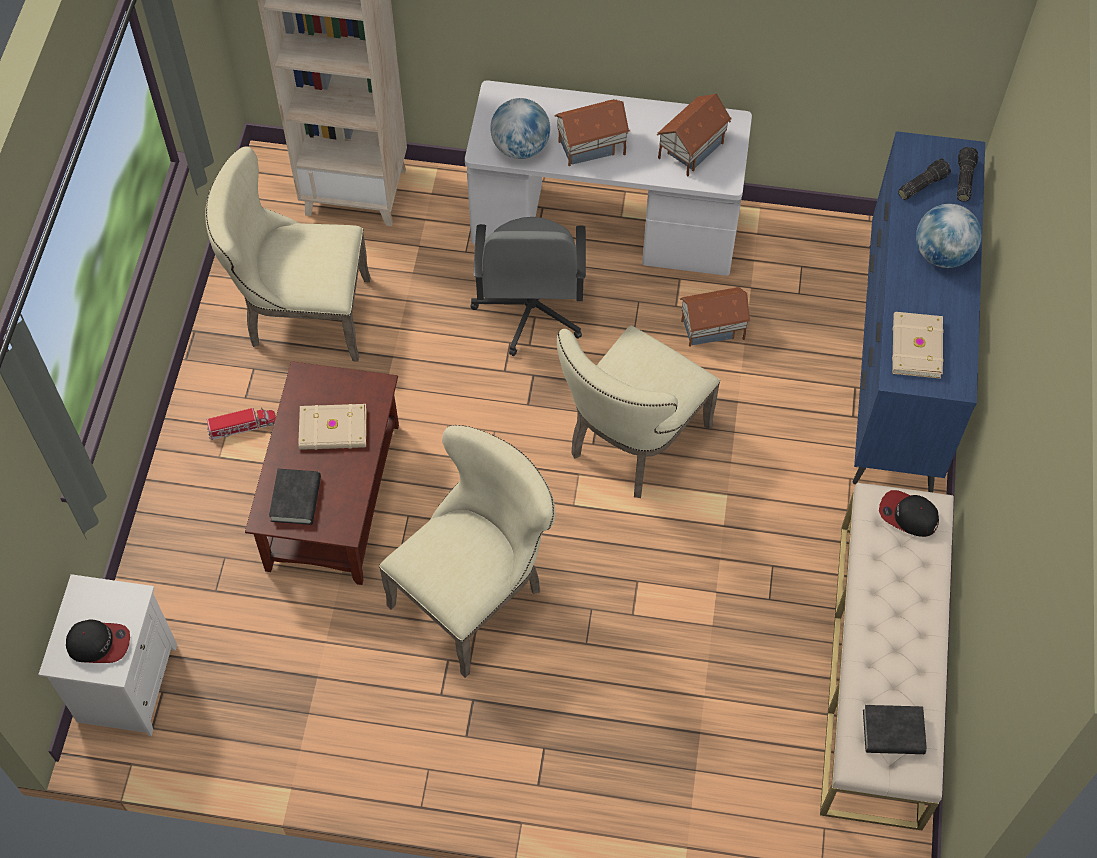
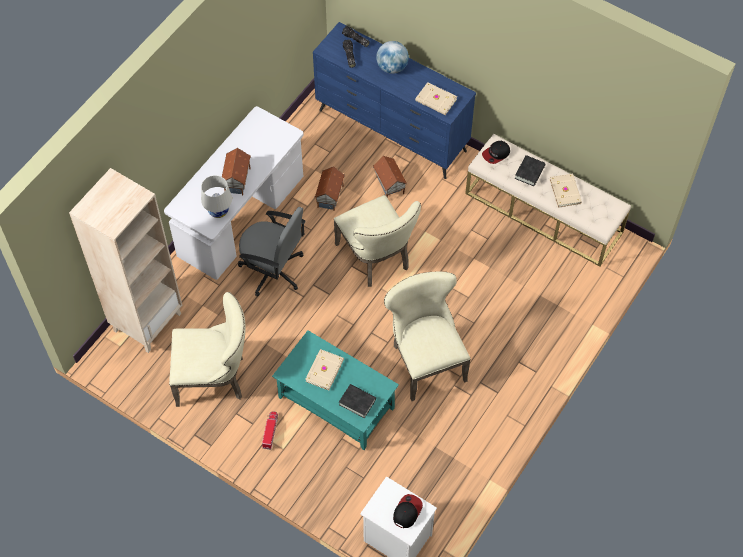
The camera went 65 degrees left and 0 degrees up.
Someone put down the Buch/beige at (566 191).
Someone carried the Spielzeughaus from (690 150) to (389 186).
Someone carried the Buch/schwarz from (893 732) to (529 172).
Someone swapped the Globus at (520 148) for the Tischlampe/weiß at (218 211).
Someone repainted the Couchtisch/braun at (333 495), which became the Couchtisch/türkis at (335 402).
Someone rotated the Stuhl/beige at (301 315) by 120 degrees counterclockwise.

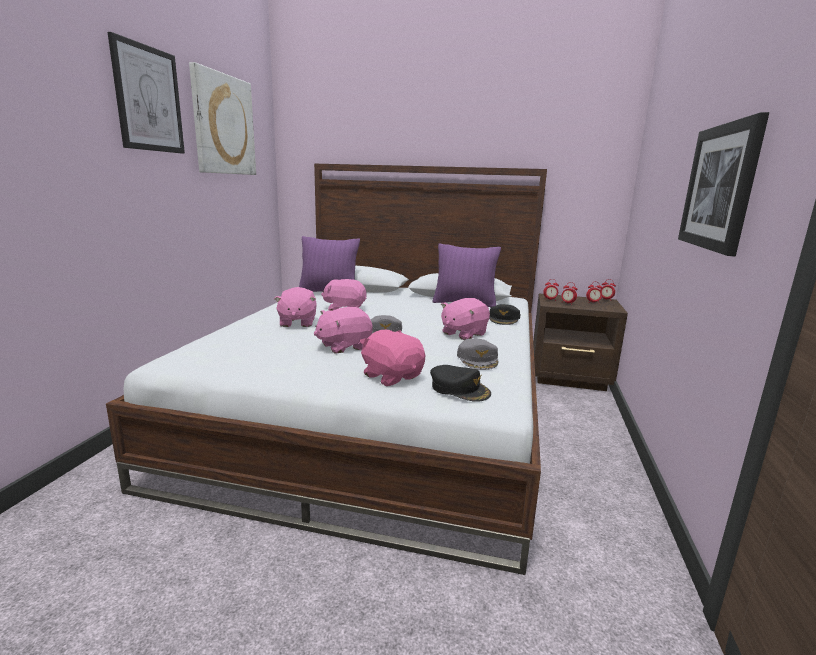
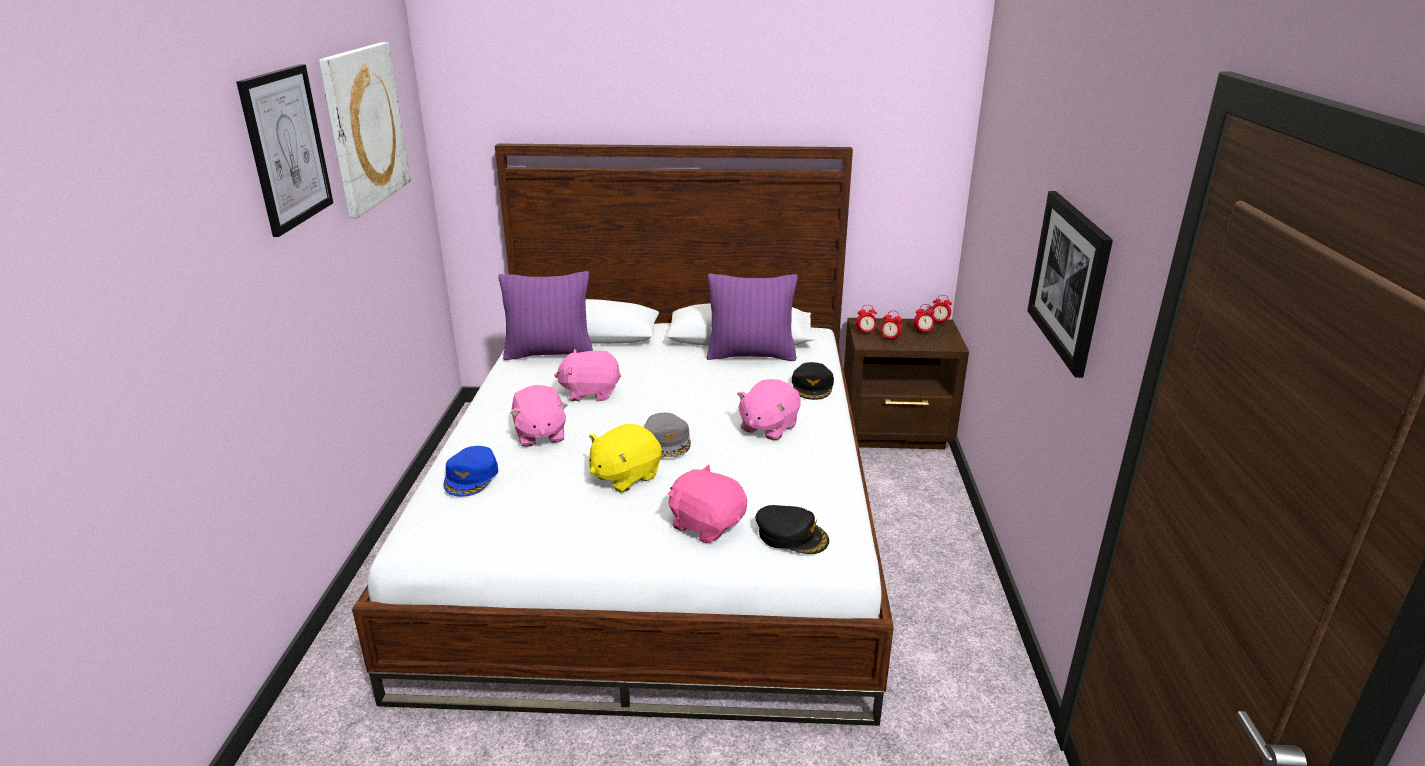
The camera went 10 degrees left and 10 degrees up.
Someone took away the Kappe/grau at (478 359).
Someone put down the Kappe/blau at (471 477).
Someone repainted the Plüschtier/rosa at (344 346), which became the Plüschtier/gelb at (625 476).

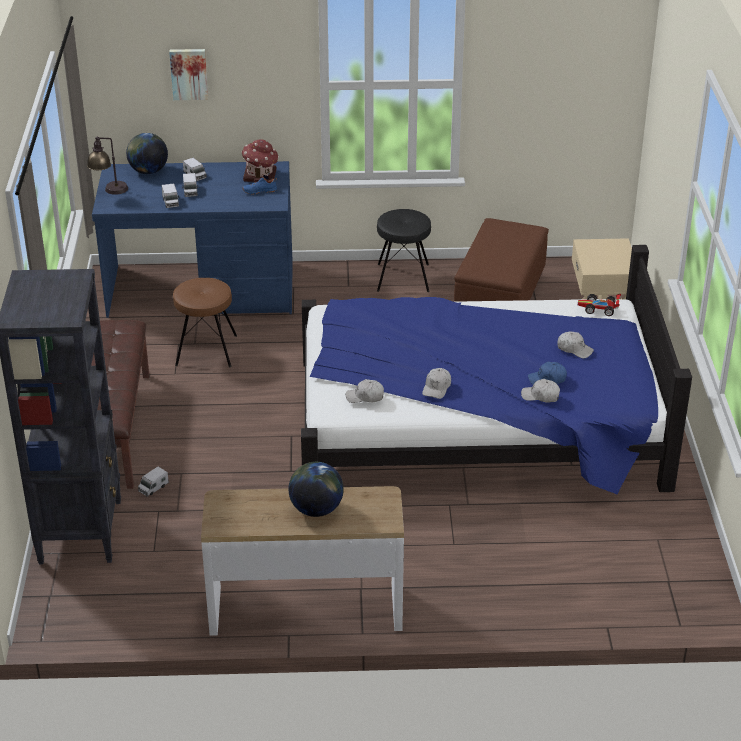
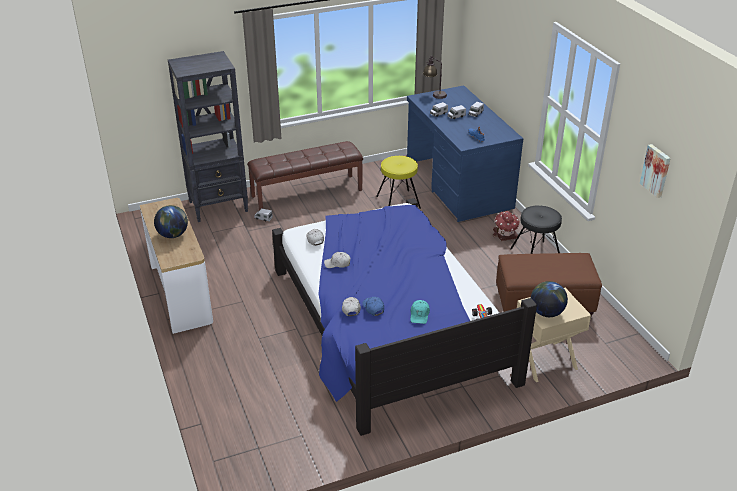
The camera went 70 degrees right and 0 degrees up.
Someone carried the Globus from (148 171) to (546 312).
Someone carried the Bild from (189 73) to (656 170).
Someone carried the Spielzeughaus from (260 176) to (505 234).
Someone repainted the Hocker/braun at (206 350), which became the Hocker/gelb at (398 202).
Someone repainted the Kappe/weiß at (574 349), which became the Kappe/türkis at (419 315).

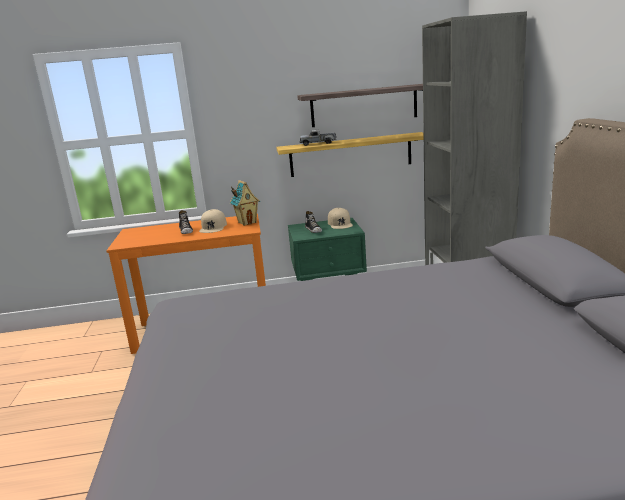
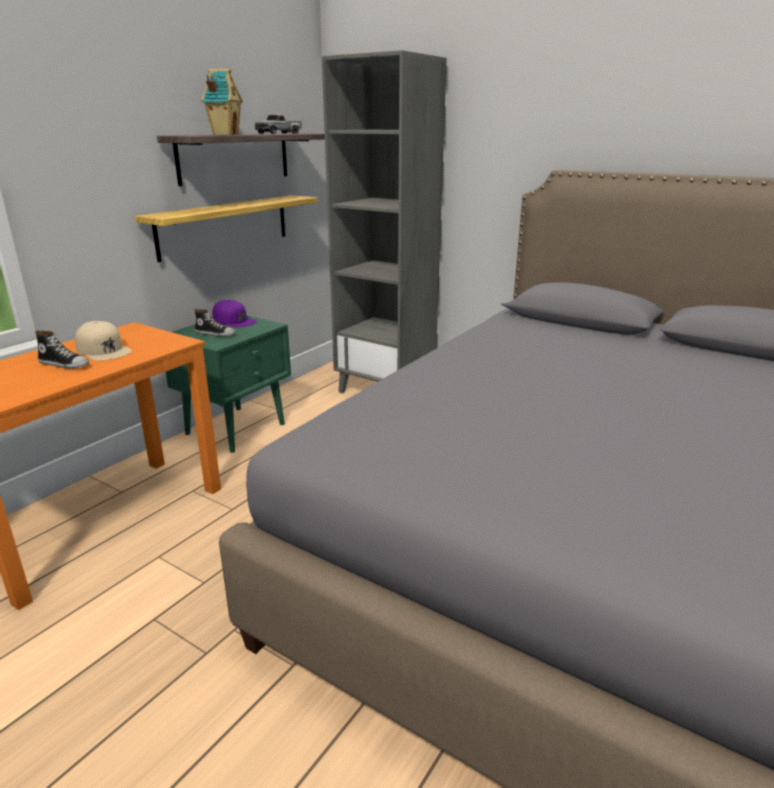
The camera went 50 degrees left and 5 degrees up.
Someone carried the Spielzeughaus from (247 222) to (225 134).
Someone carried the Spielzeuglaster from (318 143) to (279 133).
Someone repainted the Kappe/beige at (340 223), which became the Kappe/lila at (234 321).

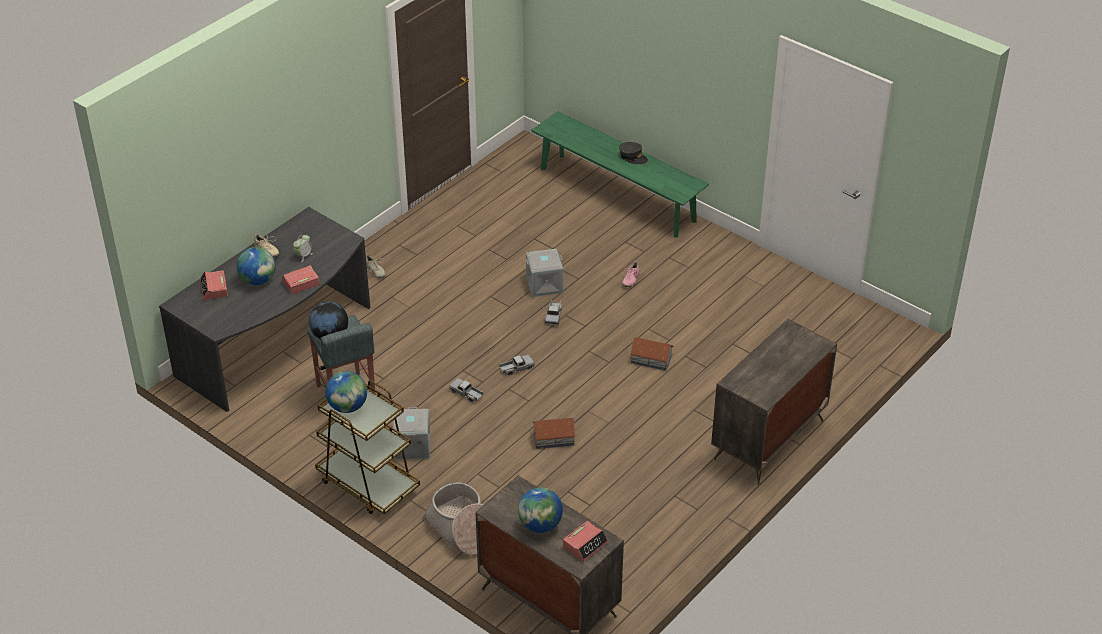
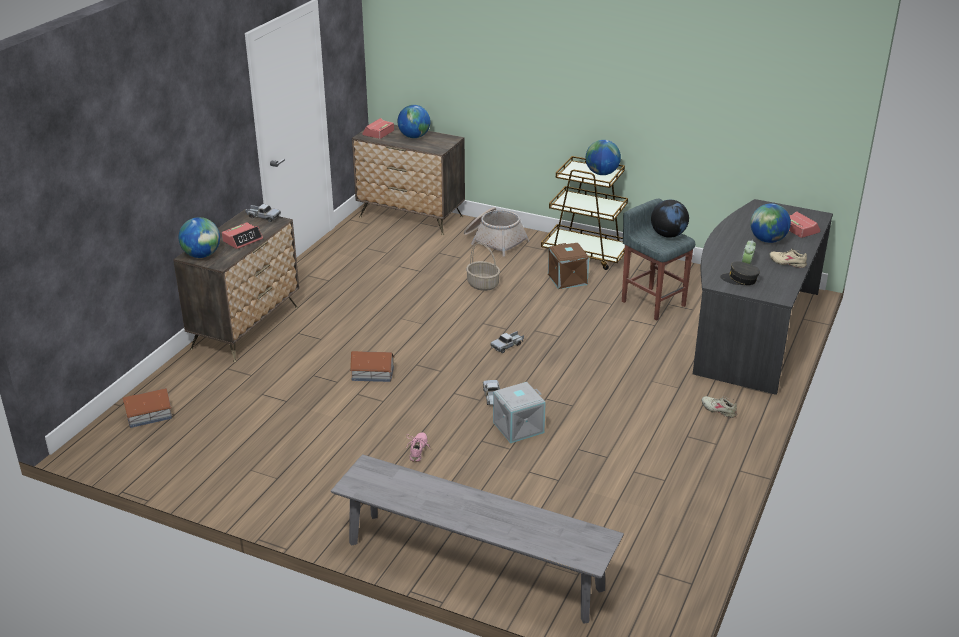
The camera went 165 degrees right and 10 degrees down.
Someone put down the Globus at (202 255).
Someone put down the Korb at (483 284).
Someone carried the Wecker from (300 283) to (243 240).
Someone carried the Spielzeuglaster from (466 393) to (263 217).
Someone carried the Spielzeughaus from (554 438) to (148 415).
Someone carried the Kappe/grau from (633 157) to (739 279).
Someone repainted the Aufbewahrungsbox/grau at (411 446), which became the Aufbewahrungsbox/braun at (568 279).
Someone repainted the Bank/grün at (617 194), which became the Bank/grau at (473 566).

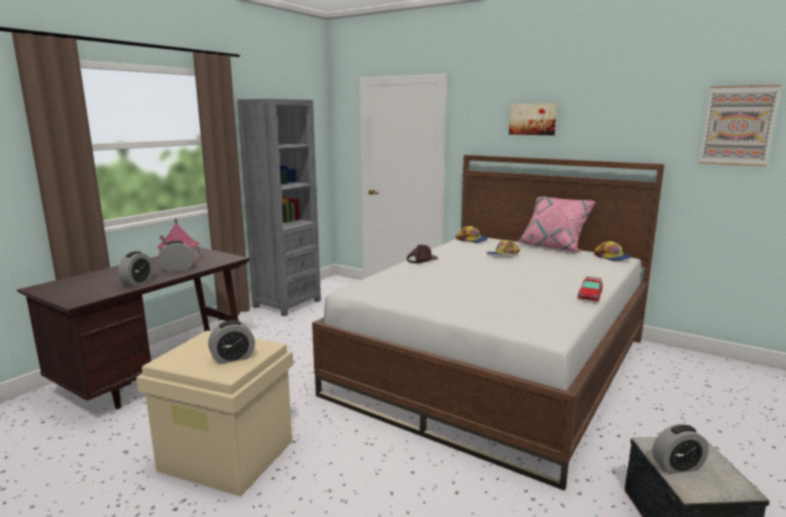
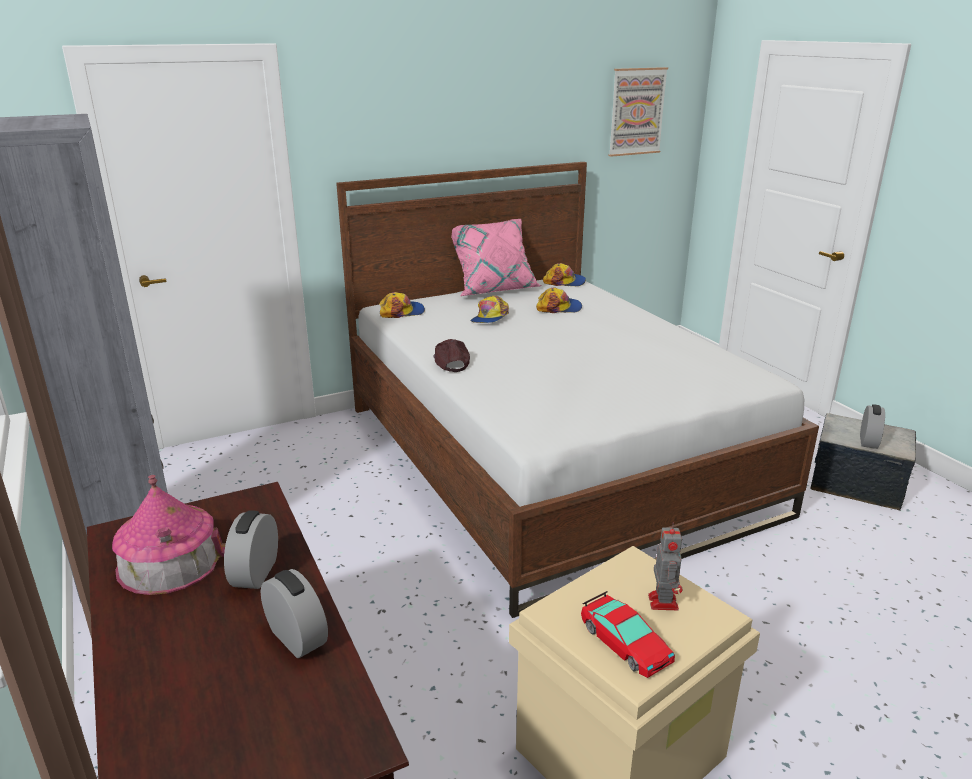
The camera went 60 degrees left and 10 degrees up.
Someone took away the Bild at (533 119).
Someone put down the Kappe at (559 308).
Someone carried the Spielzeugauto from (589 295) to (624 643).
Someone swapped the Wecker at (233 358) for the Spielzeugroboter at (662 601).

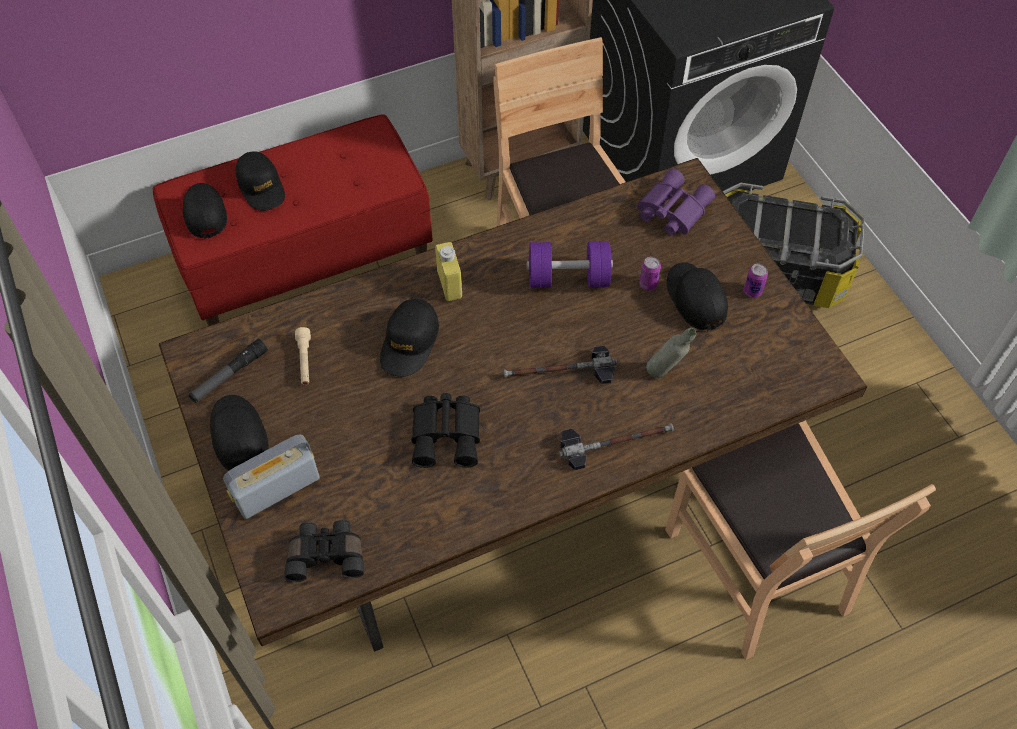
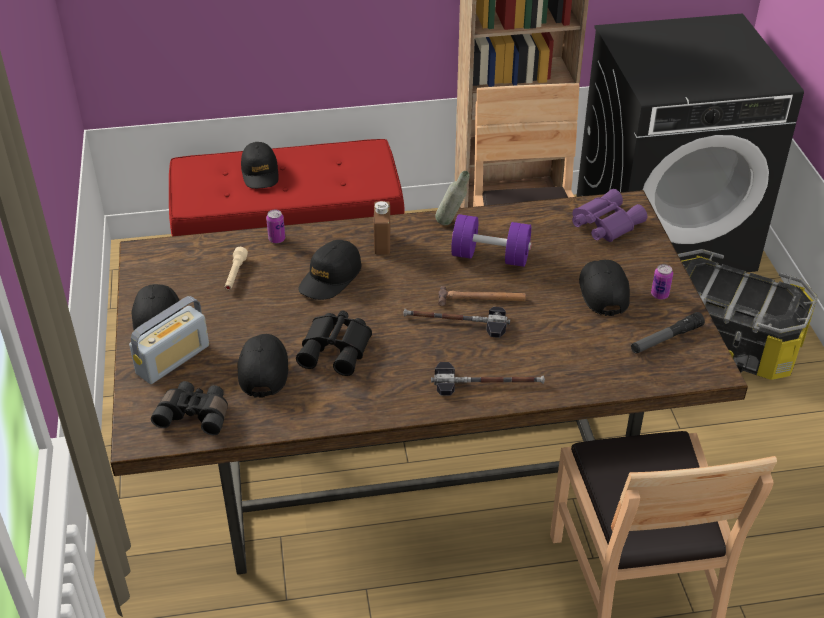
The camera went 15 degrees right and 15 degrees down.
Someone put down the Hammer at (481 299).
Someone carried the Kappe/schwarz from (204 213) to (263 368).
Someone carried the Taschenlampe from (229 375) to (666 339).
Someone carried the Dose from (648 284) to (277 239).
Someone carried the Flasche/grau from (665 373) to (451 224).
Someone repainted the Flasche/gelb at (449 284), which became the Flasche/braun at (382 243).
Someone rotated the Radio at (277 489) by 150 degrees clockwise.

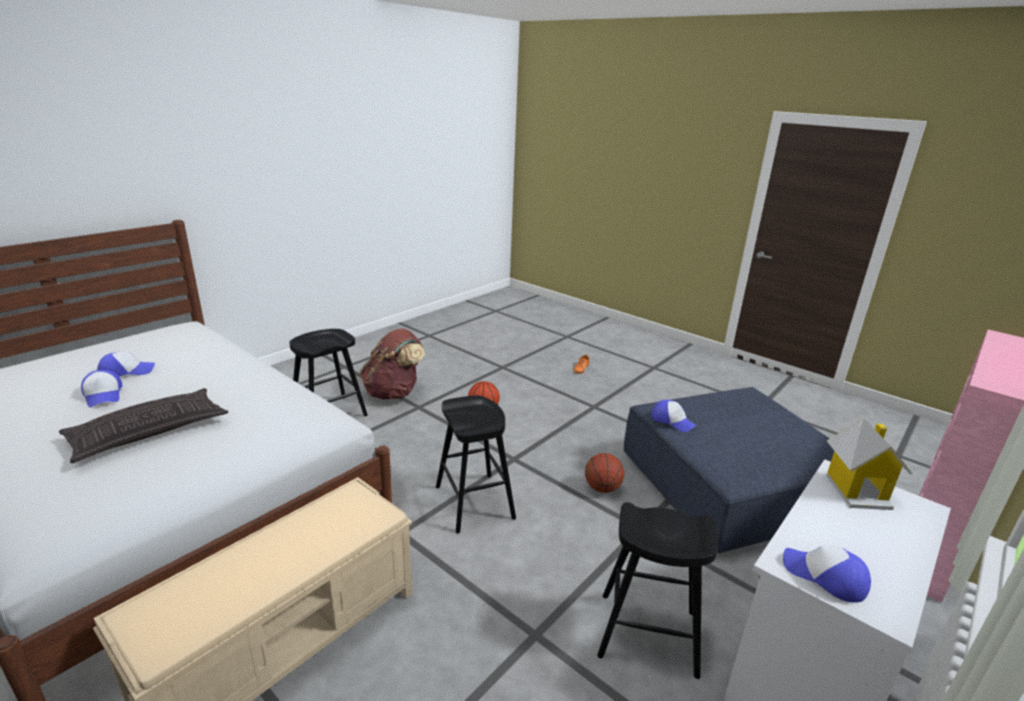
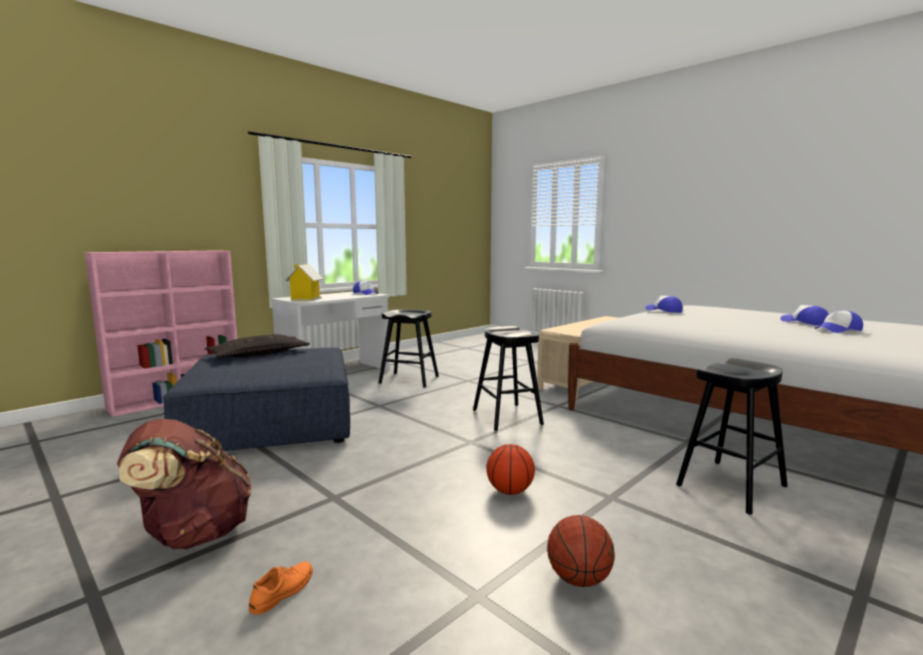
The camera went 175 degrees left and 15 degrees down.
Someone carried the Kissen from (149 431) to (259 354).
Someone carried the Rucksack/braun from (394 393) to (193 534).
Someone carried the Basketball from (602 488) to (579 579).
Someone carried the Kappe from (672 421) to (664 310).

